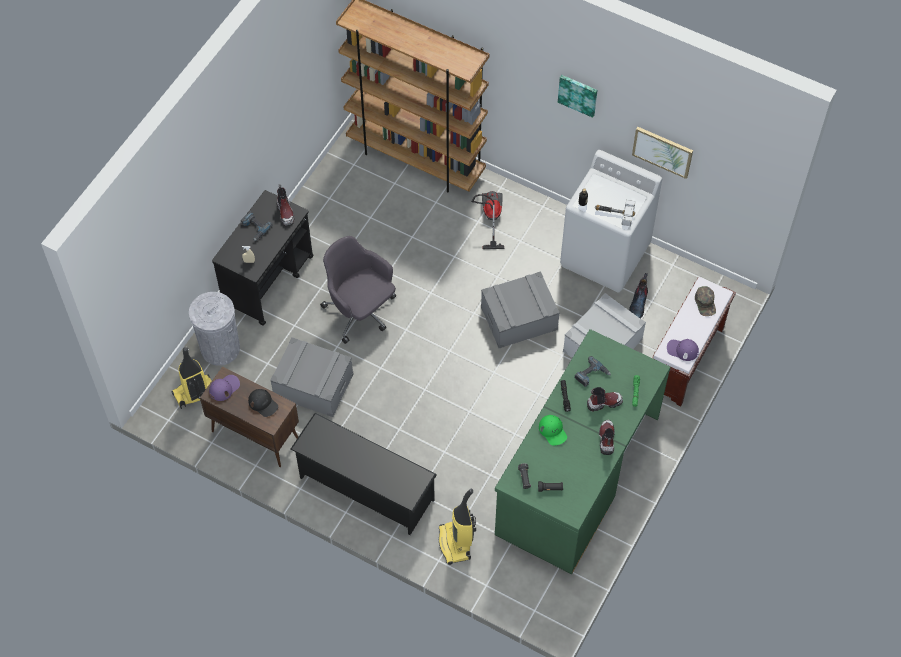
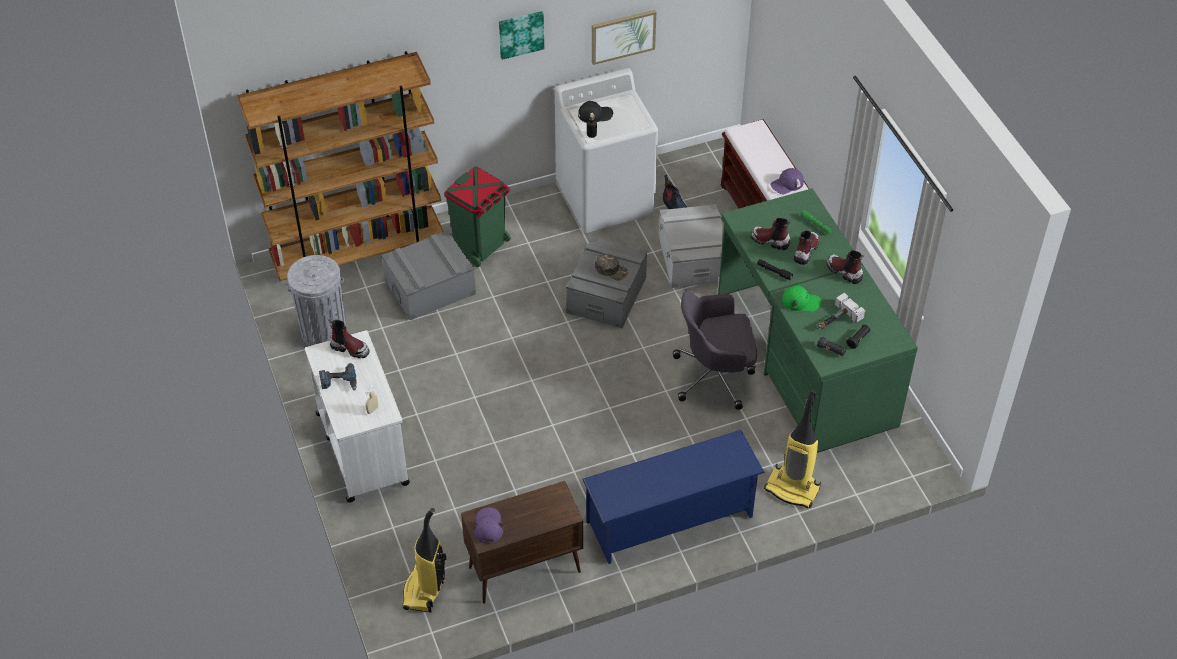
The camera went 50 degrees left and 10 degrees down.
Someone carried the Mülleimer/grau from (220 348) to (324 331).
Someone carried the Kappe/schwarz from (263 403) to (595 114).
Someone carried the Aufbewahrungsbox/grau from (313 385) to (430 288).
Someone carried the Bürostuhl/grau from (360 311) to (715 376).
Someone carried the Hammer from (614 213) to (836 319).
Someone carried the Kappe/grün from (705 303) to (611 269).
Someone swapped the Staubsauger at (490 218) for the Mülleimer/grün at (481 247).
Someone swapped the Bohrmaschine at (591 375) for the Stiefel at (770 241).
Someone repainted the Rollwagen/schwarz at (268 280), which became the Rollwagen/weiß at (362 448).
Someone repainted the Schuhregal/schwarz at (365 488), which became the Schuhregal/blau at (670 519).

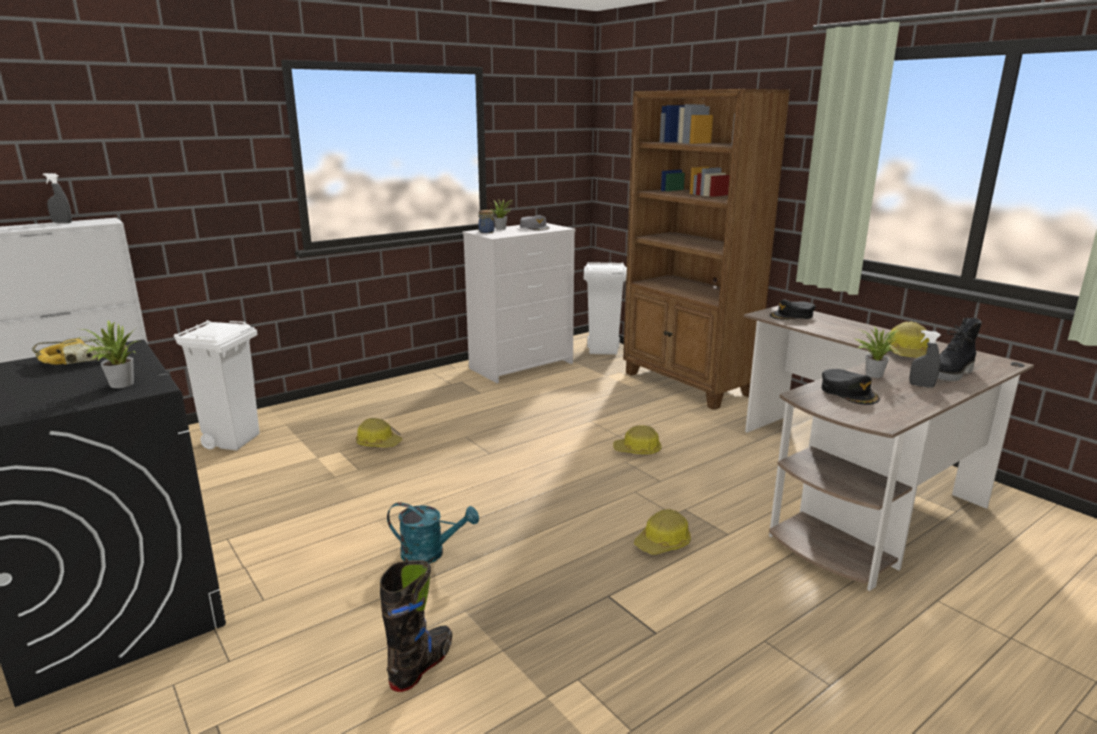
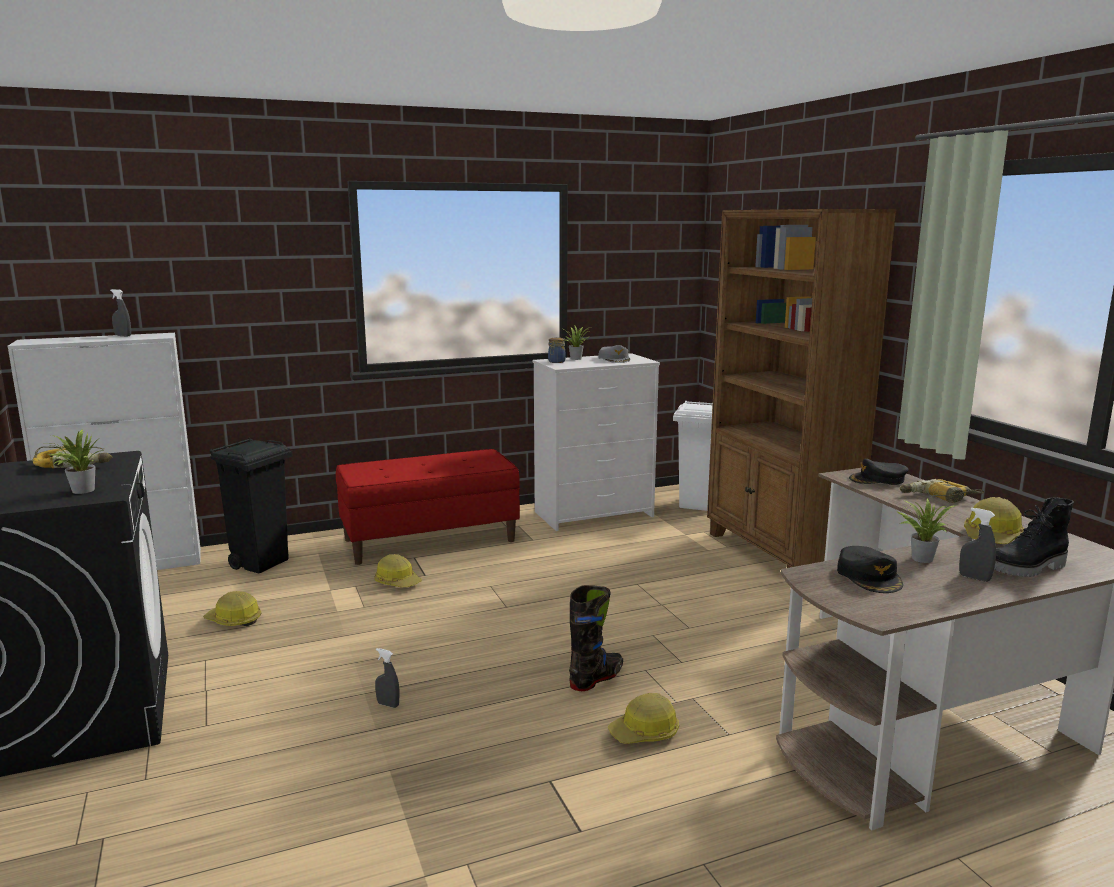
The camera went 15 degrees right and 5 degrees down.
Someone put down the Bank/rot at (430 540).
Someone put down the Bohrmaschine at (938 498).
Someone carried the Stiefel/schwarz from (422 665) to (596 678).
Someone carried the Schutzhelm from (637 450) to (234 620).
Someone swapped the Gießkanne/türkis at (430 553) for the Sprühflasche/grau at (388 704).
Someone repainted the Mülleimer/weiß at (233 440), which became the Mülleimer/schwarz at (261 563).

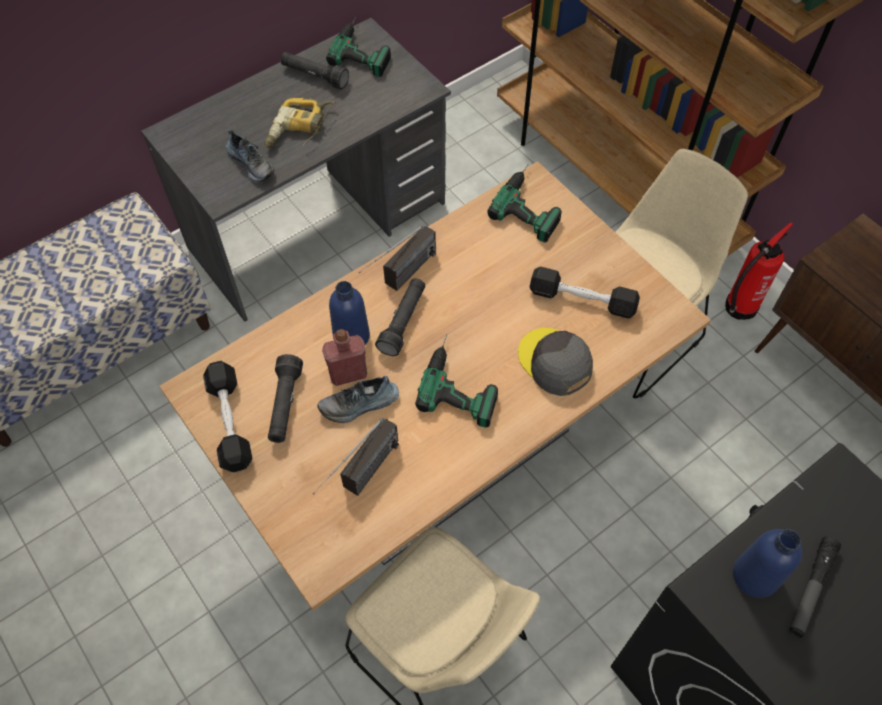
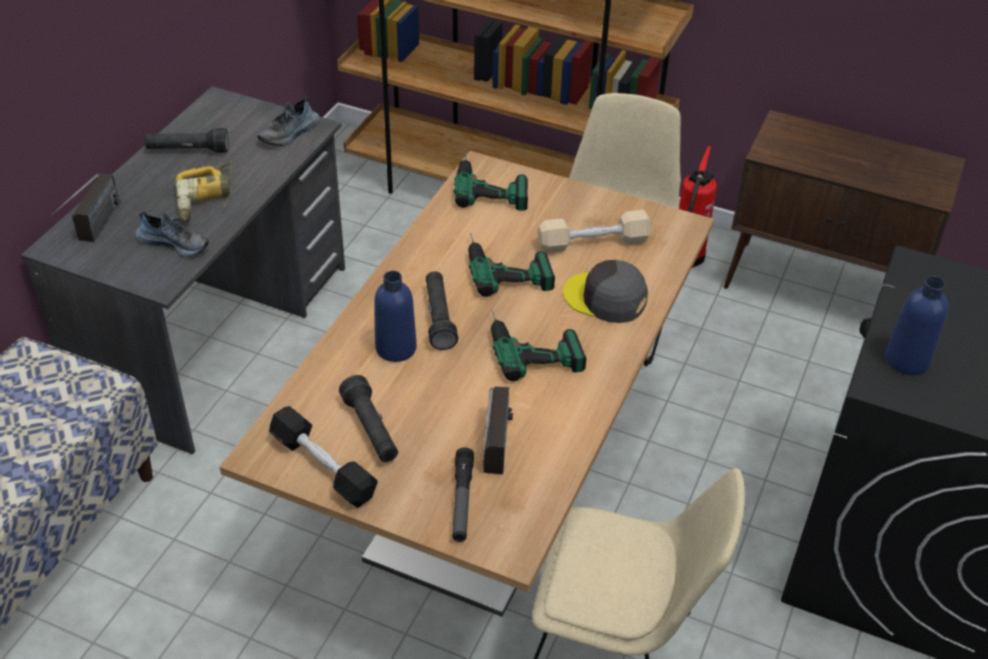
The camera went 30 degrees left and 15 degrees down.
Someone took away the Flasche/rot at (348 373).
Someone carried the Schuh from (359 405) to (290 134).
Someone carried the Bohrmaschine from (364 49) to (506 265).
Someone carried the Radio from (401 279) to (94 232).
Someone carried the Taschenlampe from (810 589) to (462 500).
Someone repainted the Hantel/schwarz at (582 300), which became the Hantel/beige at (593 242).

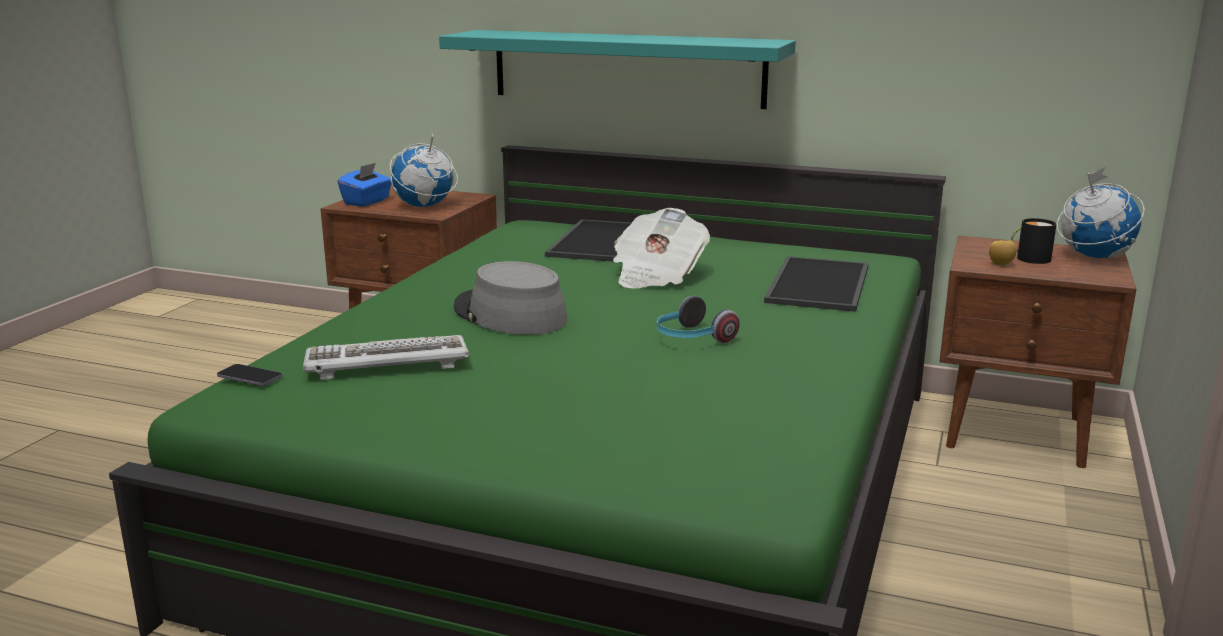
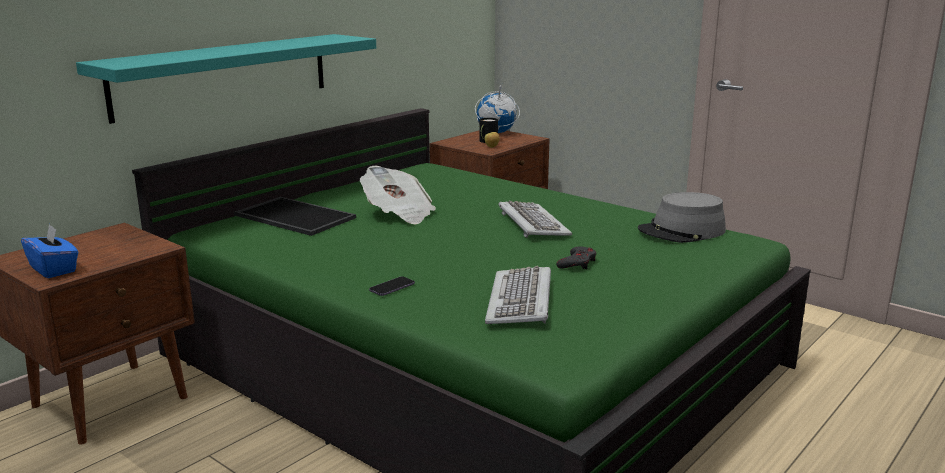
The camera went 70 degrees left and 0 degrees up.
Someone took away the Globus at (424 206).
Someone took away the Tablett at (821 285).
Someone put down the Gamepad/grau at (577 263).
Someone carried the Handy from (250 377) to (392 287).
Someone carried the Hut/grau from (509 314) to (682 231).
Someone swapped the Kopfhörer at (691 338) for the Tastatur at (532 223).

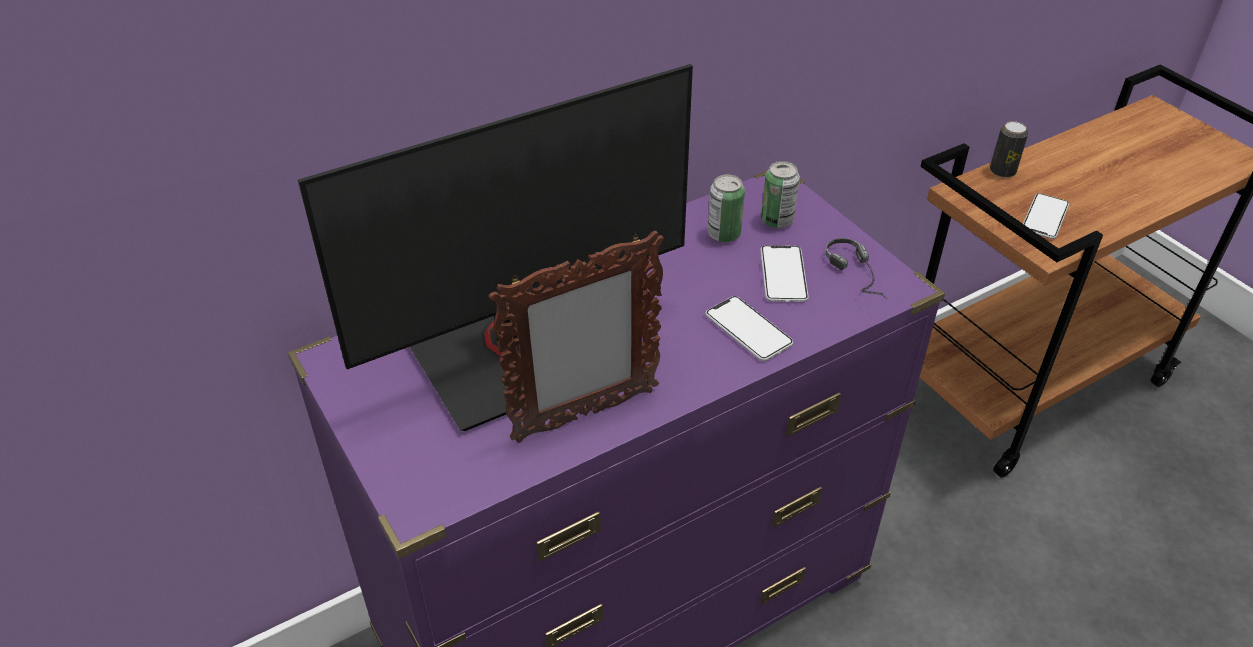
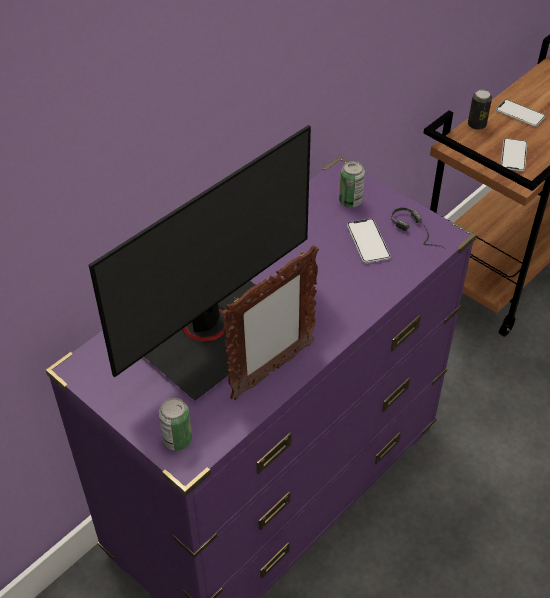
The camera went 15 degrees left and 5 degrees up.
Someone carried the Handy from (748 330) to (520 114).
Someone carried the Dose from (724 234) to (177 440).

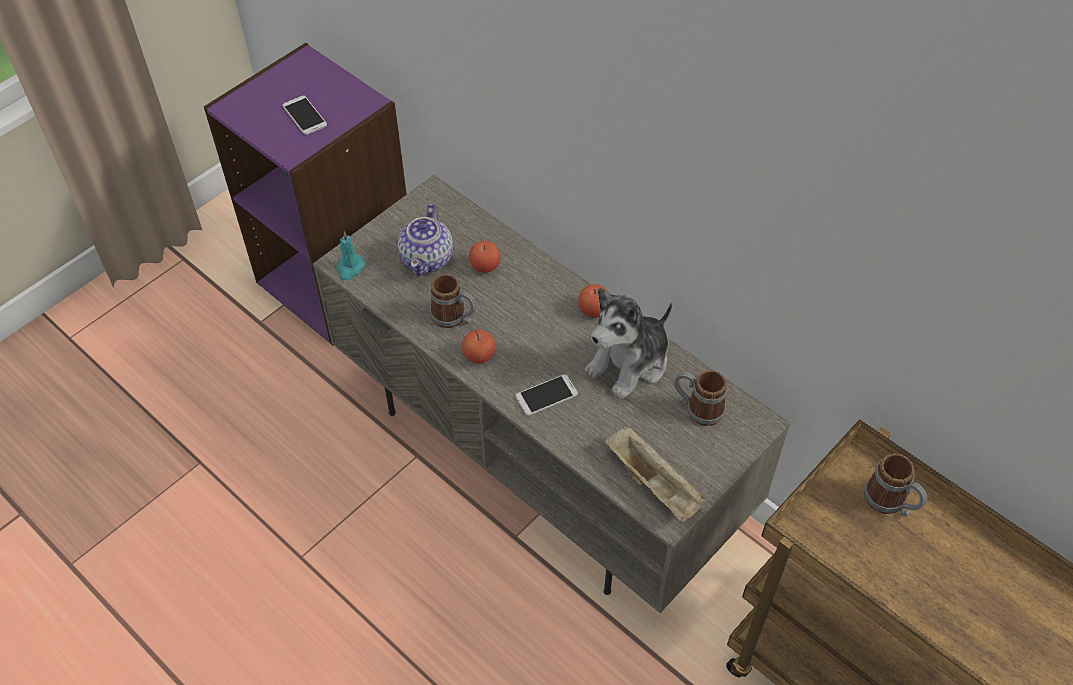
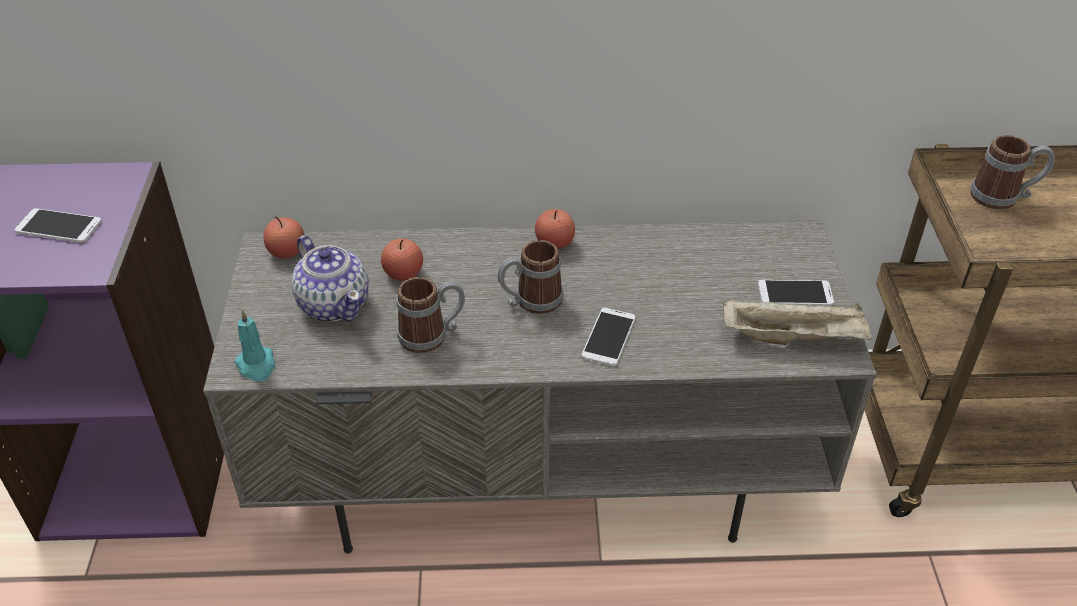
The camera went 45 degrees left and 10 degrees down.
Someone took away the Plüschtier at (630 363).
Someone put down the Handy at (795 294).
Someone carried the Apfel from (479 355) to (287 252).
Someone carried the Henkelbecher from (697 408) to (530 302).

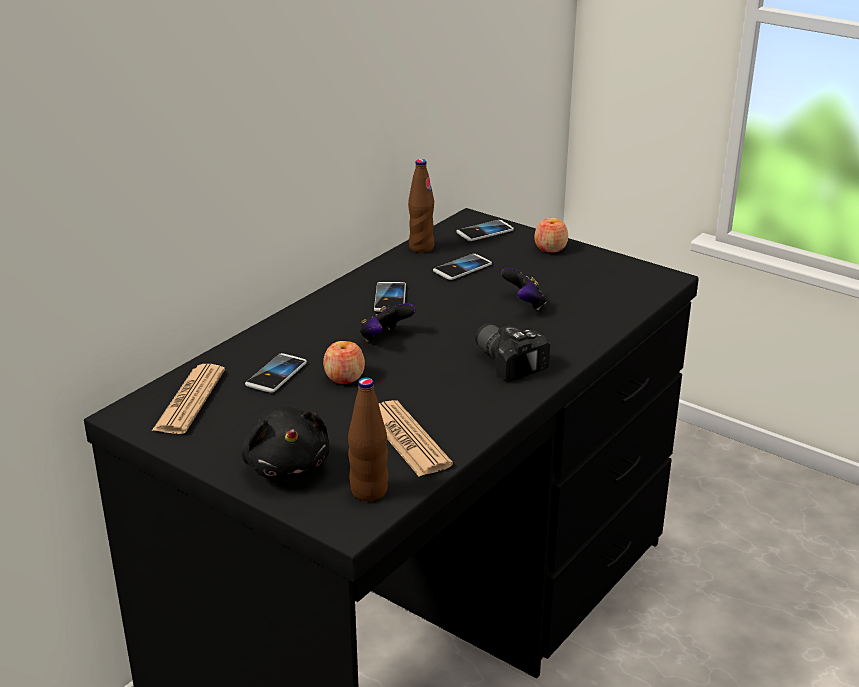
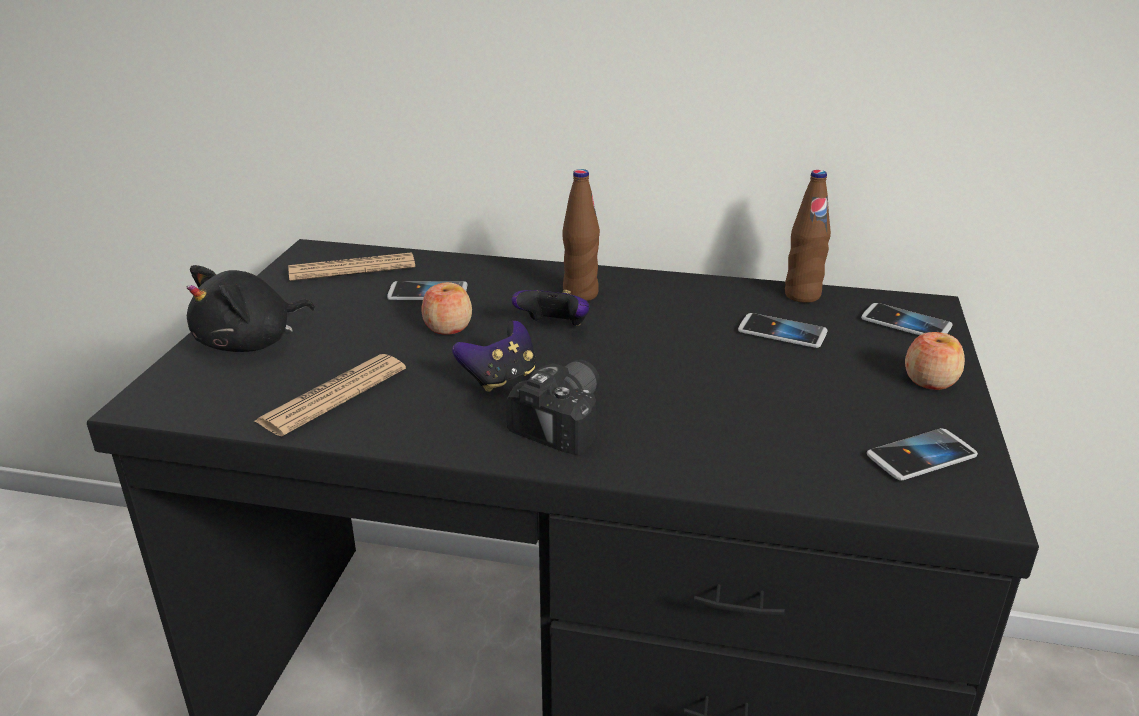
The camera went 65 degrees right and 0 degrees up.
Someone carried the Flasche/braun from (369 491) to (580 294).
Someone carried the Handy from (390 298) to (921 456).
Someone carried the Gamepad from (524 304) to (500 379).

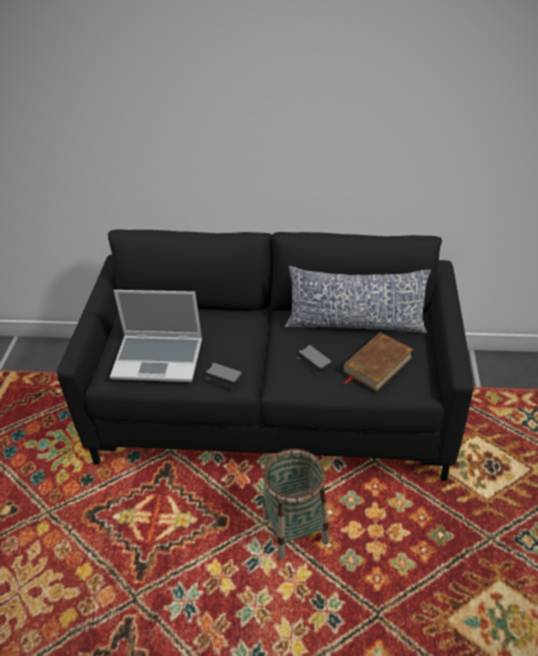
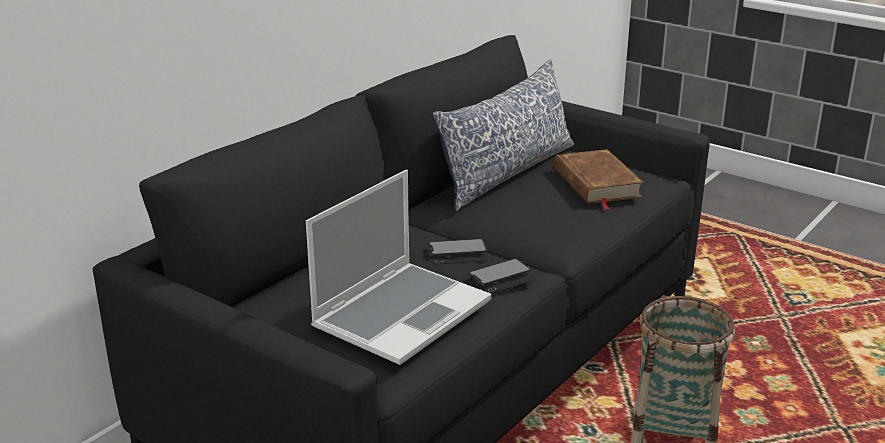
The camera went 60 degrees left and 15 degrees down.
Someone carried the Handy from (312 360) to (458 253).

